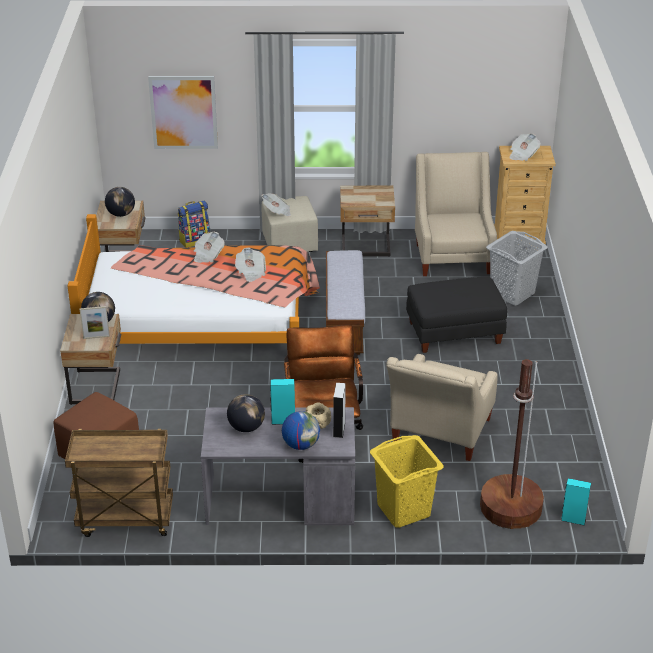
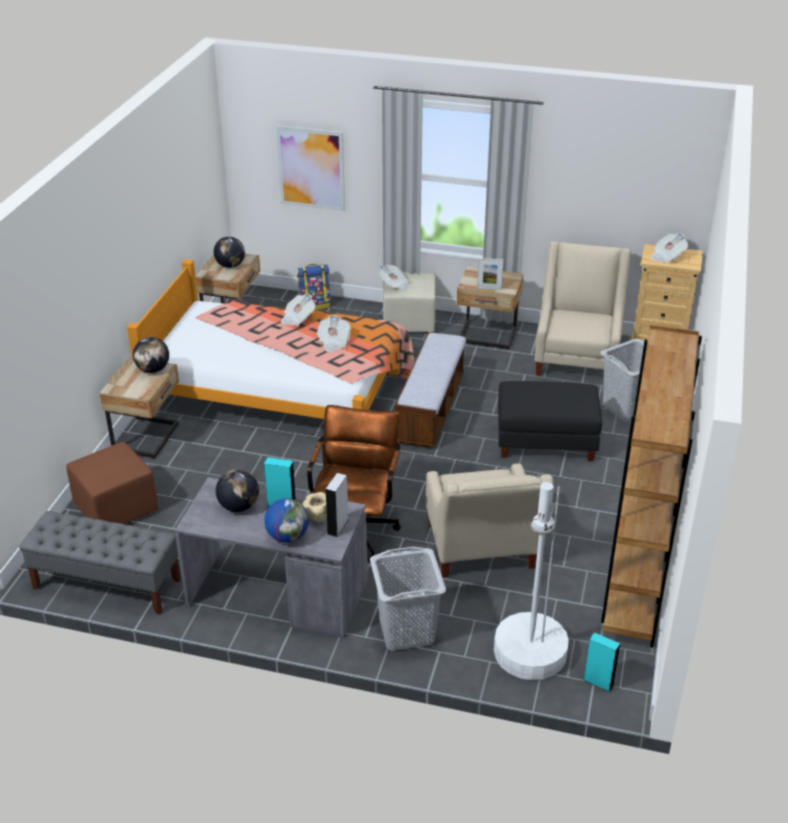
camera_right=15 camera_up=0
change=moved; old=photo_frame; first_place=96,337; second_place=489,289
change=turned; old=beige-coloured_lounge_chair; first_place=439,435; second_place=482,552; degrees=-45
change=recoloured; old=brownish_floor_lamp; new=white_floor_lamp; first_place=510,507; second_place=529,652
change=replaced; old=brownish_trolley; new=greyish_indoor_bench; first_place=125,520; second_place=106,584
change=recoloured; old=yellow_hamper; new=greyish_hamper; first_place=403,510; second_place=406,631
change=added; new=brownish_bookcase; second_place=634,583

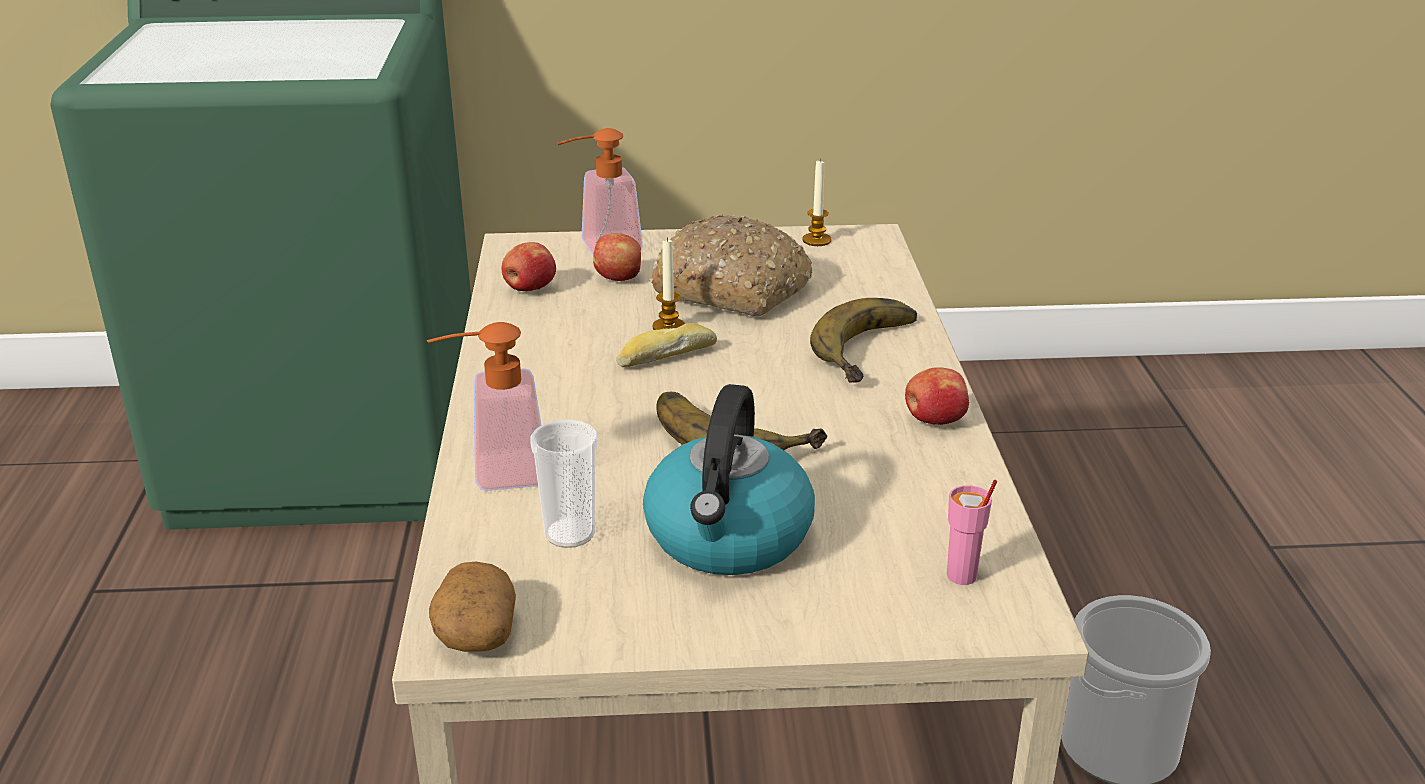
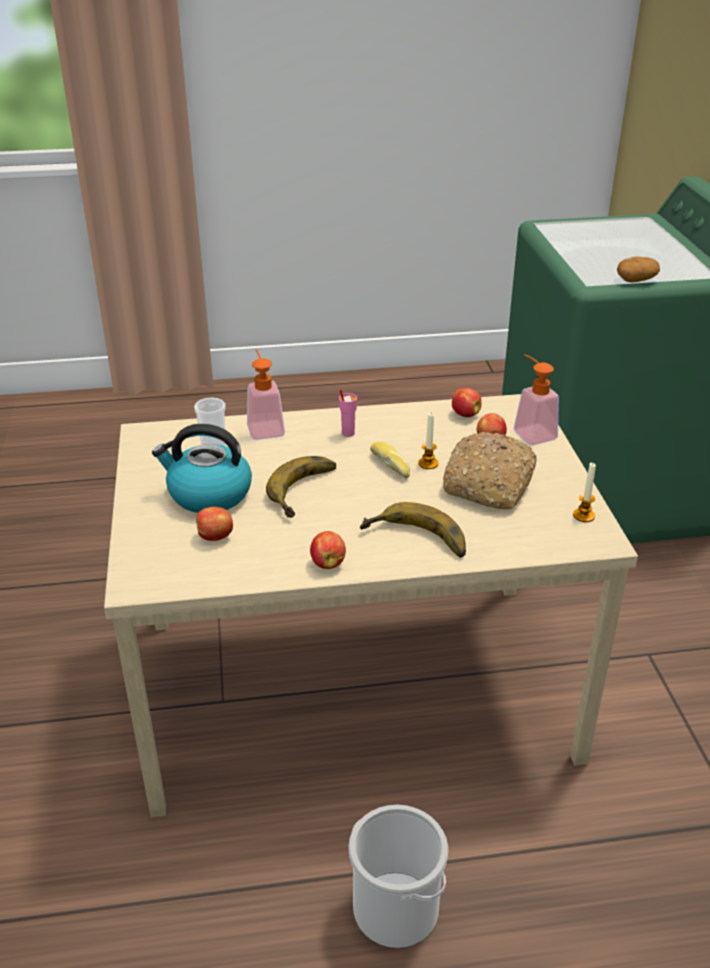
camera_right=85 camera_up=5
change=moved; old=pink-coloured_cup; first_place=962,576; second_place=347,433
change=moved; old=potato; first_place=475,631; second_place=636,280
change=added; new=whole_apple; second_place=216,536

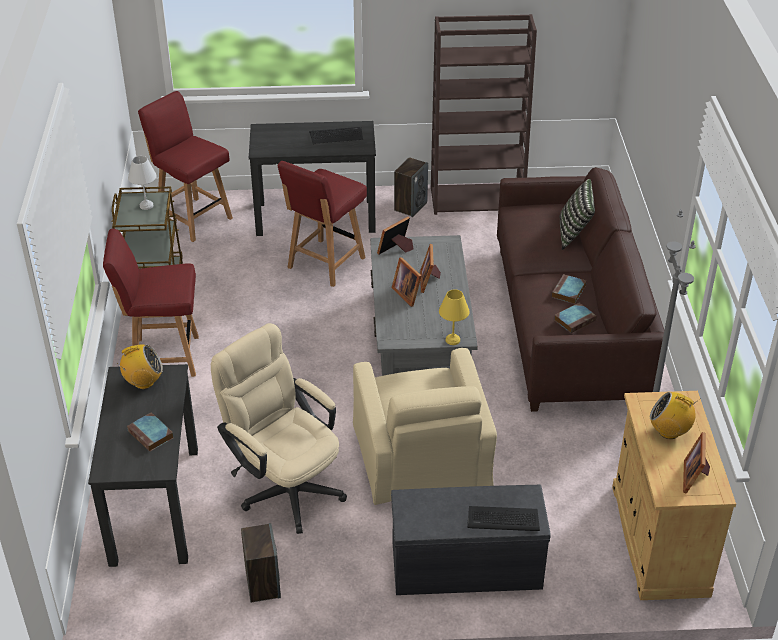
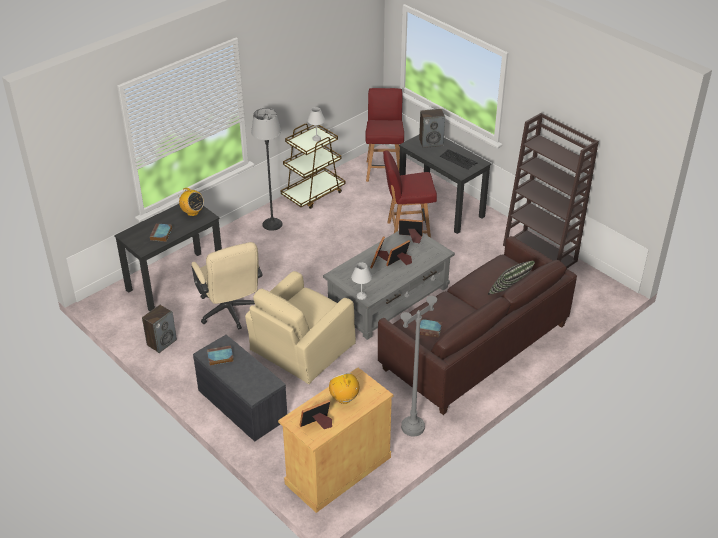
camera_right=50 camera_up=0
change=moved; old=loudspeaker; first_place=410,206; second_place=431,142
change=replaced; old=red-coloured_chair; new=floor_lamp; first_place=163,357; second_place=272,224
change=moved; old=book; first_place=568,292; second_place=219,357
change=recoloured; old=yellow_tabletop_lamp; new=white_tabletop_lamp; first_place=452,340; second_place=361,296
change=turned; old=beige-coloured_computer_chair; first_place=284,486; second_place=230,313; degrees=150
change=removed; old=computer_keyboard; first_place=503,519

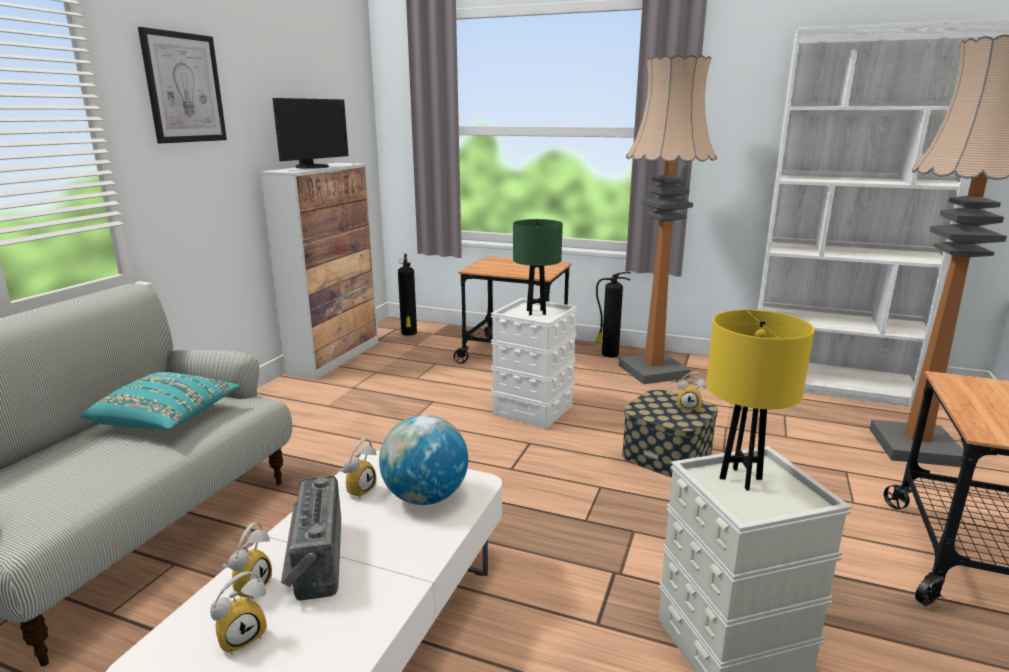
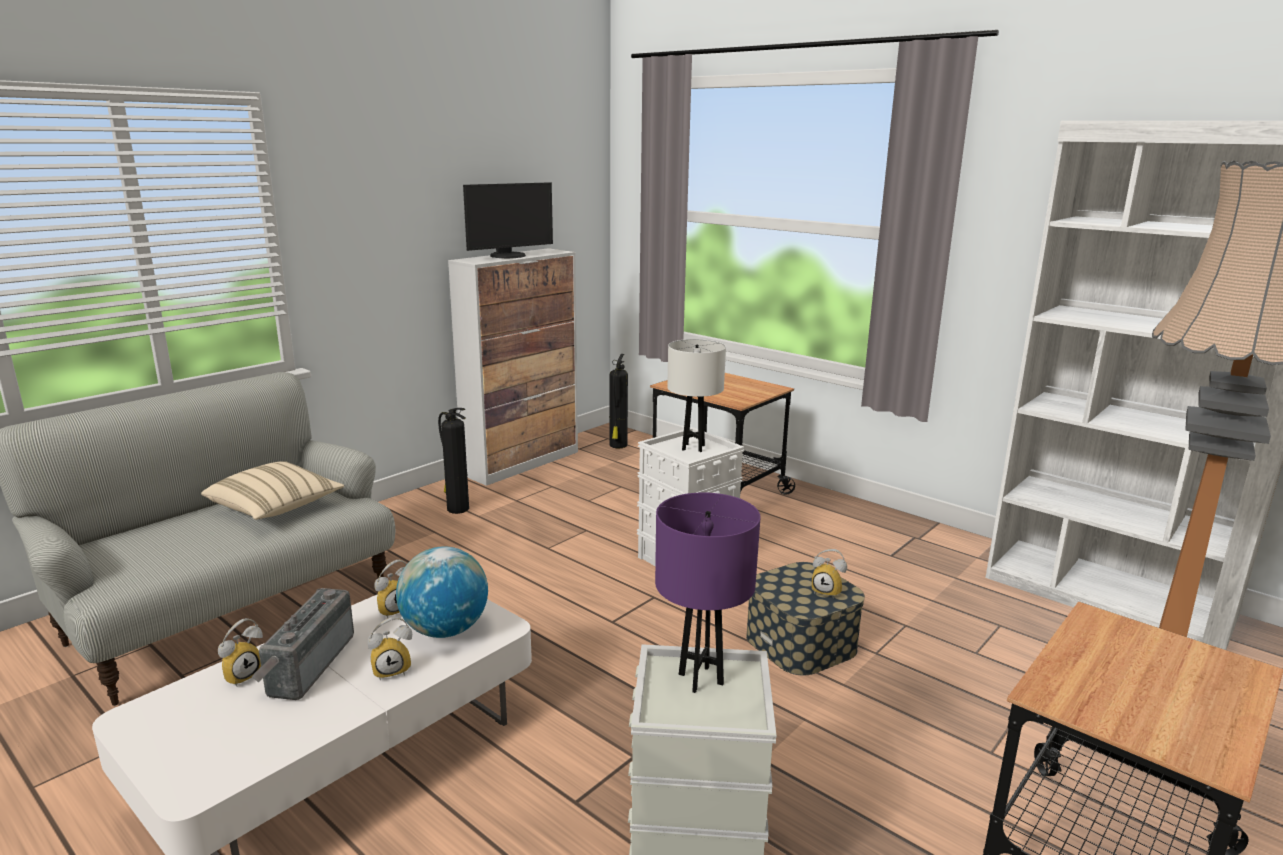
camera_right=20 camera_up=0
change=removed; old=picture; first_place=184,88
change=removed; old=floor_lamp; first_place=653,371
change=recoloured; old=green-coloured_tabletop_lamp; new=white_tabletop_lamp; first_place=536,312; second_place=693,448
change=moved; old=fire_extinguisher; first_place=608,354; second_place=457,508
change=recoloured; old=yellow_tabletop_lamp; new=purple-coloured_tabletop_lamp; first_place=741,478; second_place=701,679
change=recoloured; old=turquoise_cushion; new=beige-coloured_cushion; first_place=167,419; second_place=275,508
change=moved; old=alarm_clock; first_place=242,636; second_place=392,669

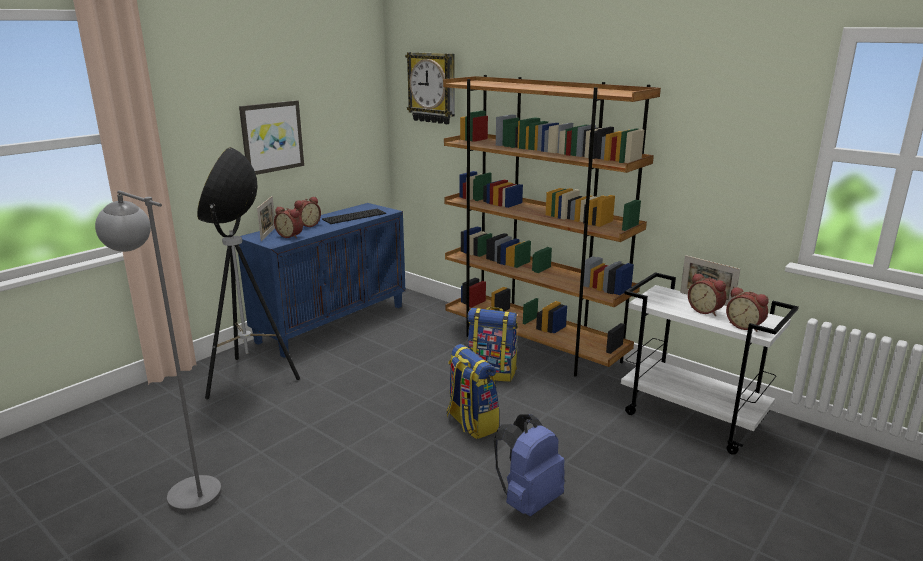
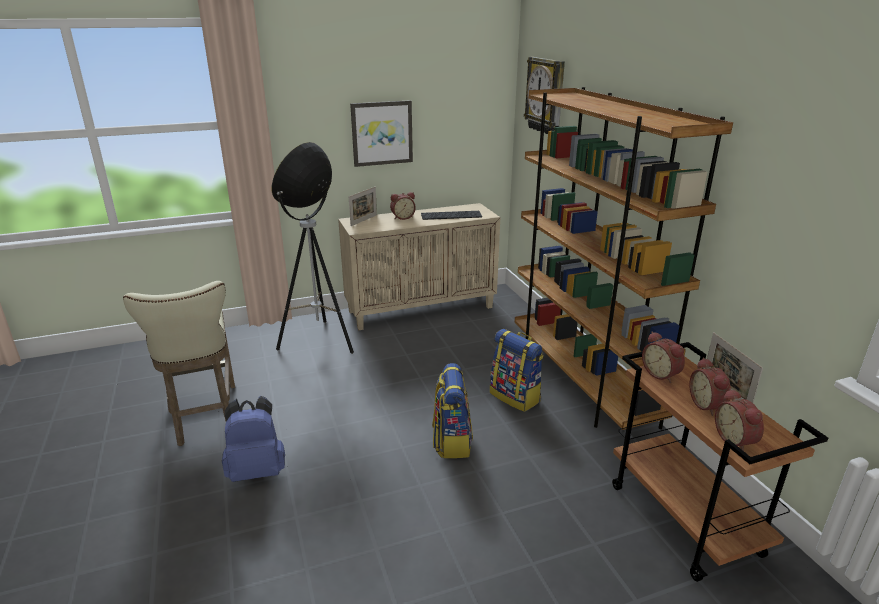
camera_right=30 camera_up=5
change=replaced; old=greyish_floor_lamp; new=beige-coloured_sitting_stool; first_place=184,488; second_place=204,417
change=recoloured; old=bluish_storage_cabinet; new=beige-coloured_storage_cabinet; first_place=332,323; second_place=421,309
change=moved; old=alarm_clock; first_place=290,236; second_place=661,374
change=recoloured; old=white_trolley; new=brownish_trolley; first_place=693,418; second_place=685,520
change=moved; old=bluish_knapsack; first_place=528,500; second_place=257,470

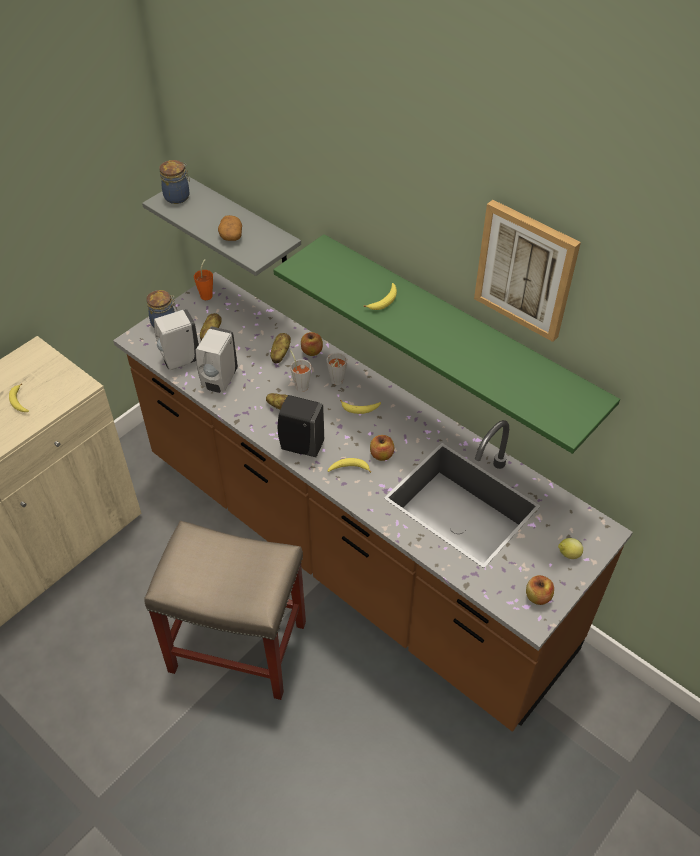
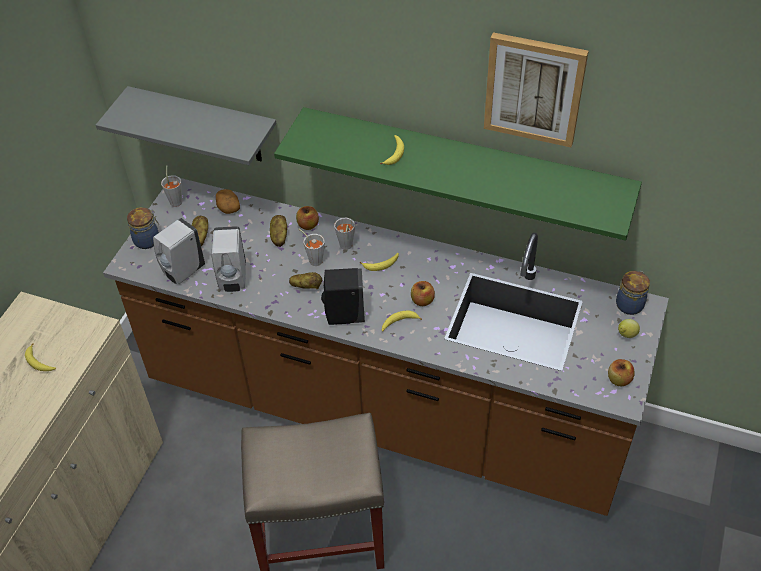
camera_right=-20 camera_up=0
change=moved; old=preserve_jar; first_place=178,196; second_place=630,304
change=moved; old=potato; first_place=231,235; second_place=228,207
change=recoloured; old=orange_cup; new=greyish_cup; first_place=207,294; second_place=176,200

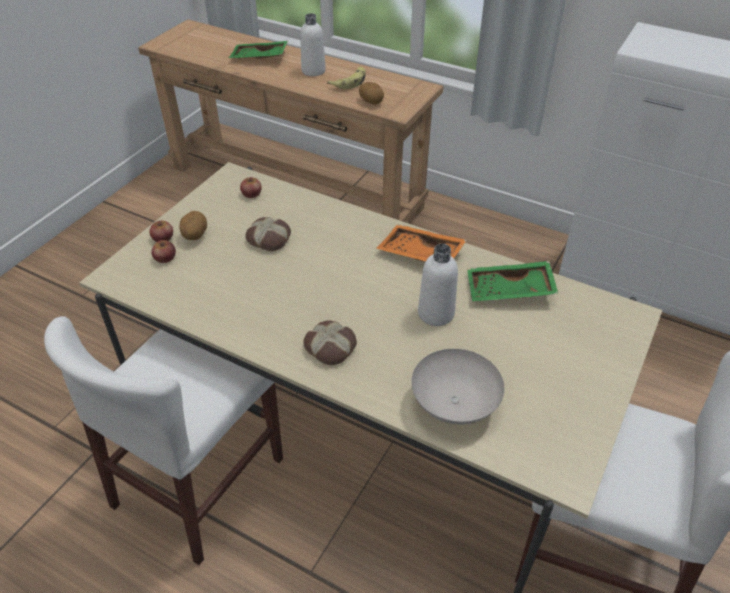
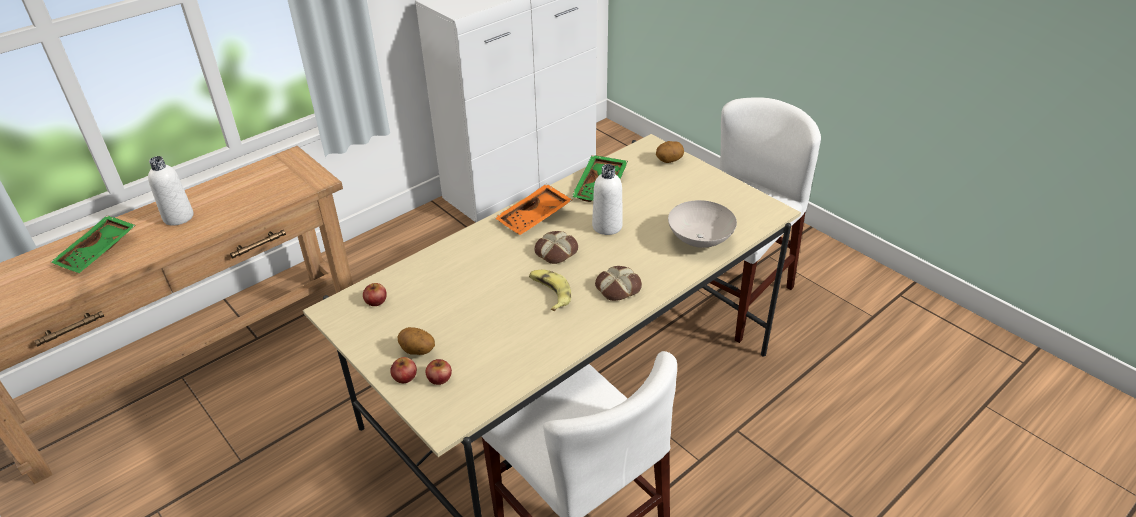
camera_right=-70 camera_up=-5
change=moved; old=banana; first_place=350,82; second_place=549,293
change=moved; old=potato; first_place=371,102; second_place=669,160
change=moved; old=bakery_bread; first_place=269,238; second_place=555,251

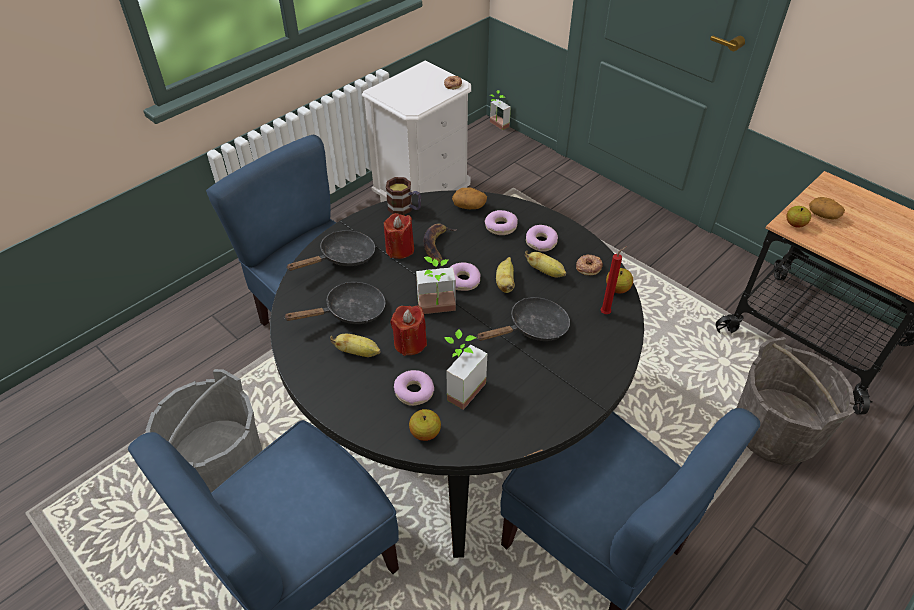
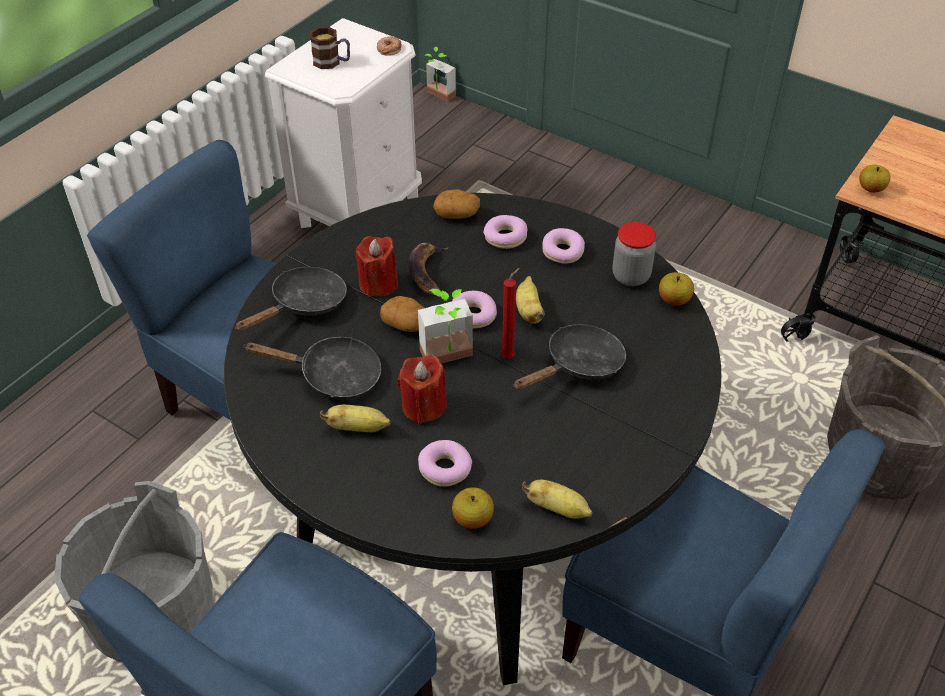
camera_right=-10 camera_up=0
change=moved; old=coffee_mug; first_place=405,209; second_place=332,62
change=moved; old=potato; first_place=823,215; second_place=406,324
change=moved; old=red-coloured_wax_light; first_place=606,313; second_place=509,356
change=moved; old=banana; first_place=546,272; second_place=558,509
change=replaced; old=doughnut; new=preserve_jar; first_place=588,267; second_place=631,276
change=turned; old=black_skillet; first_place=350,312; second_place=332,376; degrees=45
change=removed; old=plant_in_a_pot; first_place=459,387

